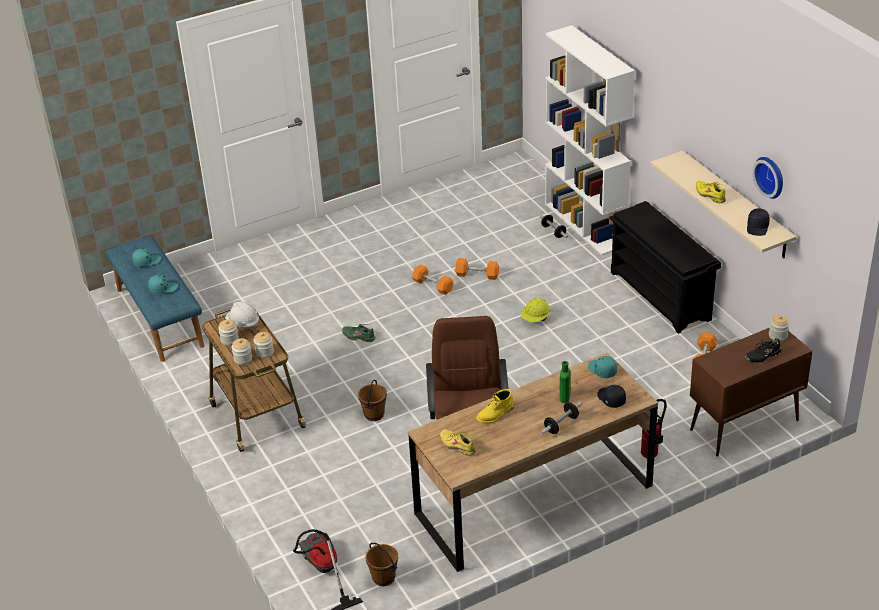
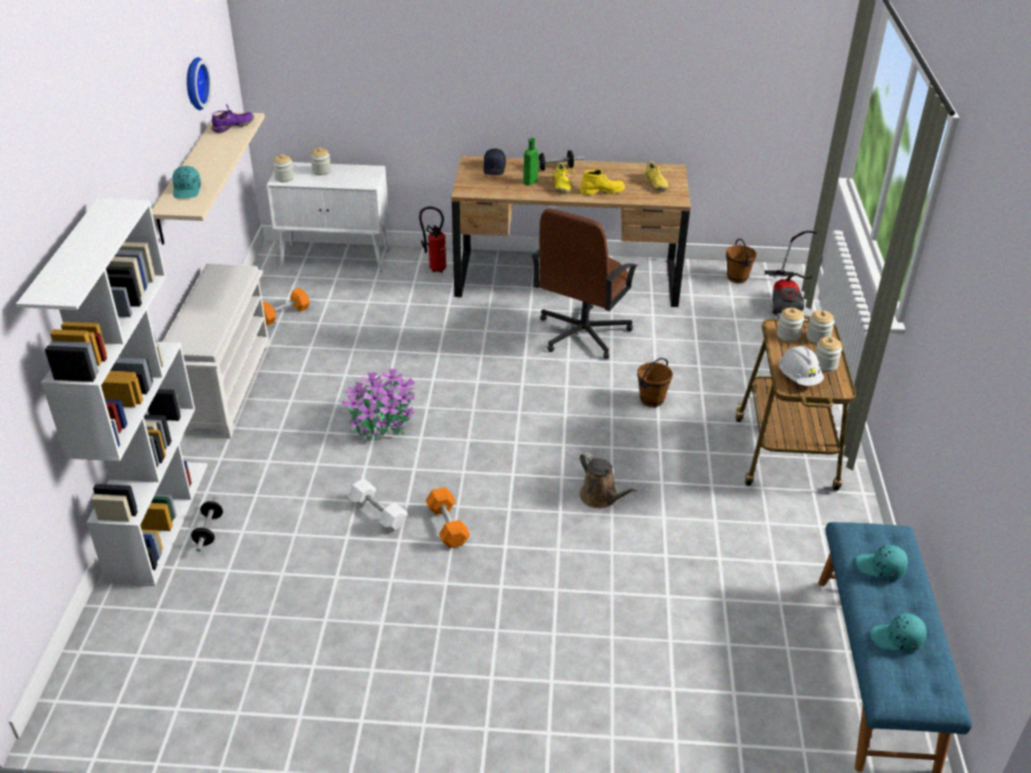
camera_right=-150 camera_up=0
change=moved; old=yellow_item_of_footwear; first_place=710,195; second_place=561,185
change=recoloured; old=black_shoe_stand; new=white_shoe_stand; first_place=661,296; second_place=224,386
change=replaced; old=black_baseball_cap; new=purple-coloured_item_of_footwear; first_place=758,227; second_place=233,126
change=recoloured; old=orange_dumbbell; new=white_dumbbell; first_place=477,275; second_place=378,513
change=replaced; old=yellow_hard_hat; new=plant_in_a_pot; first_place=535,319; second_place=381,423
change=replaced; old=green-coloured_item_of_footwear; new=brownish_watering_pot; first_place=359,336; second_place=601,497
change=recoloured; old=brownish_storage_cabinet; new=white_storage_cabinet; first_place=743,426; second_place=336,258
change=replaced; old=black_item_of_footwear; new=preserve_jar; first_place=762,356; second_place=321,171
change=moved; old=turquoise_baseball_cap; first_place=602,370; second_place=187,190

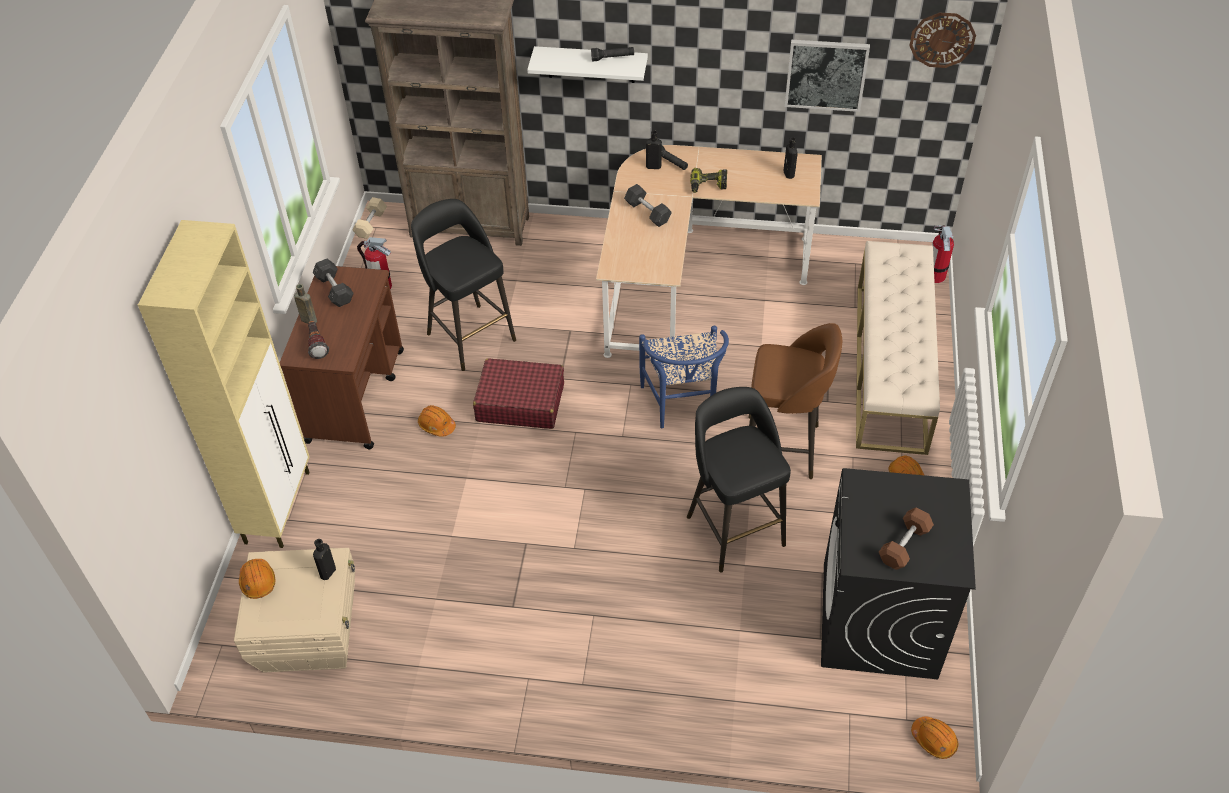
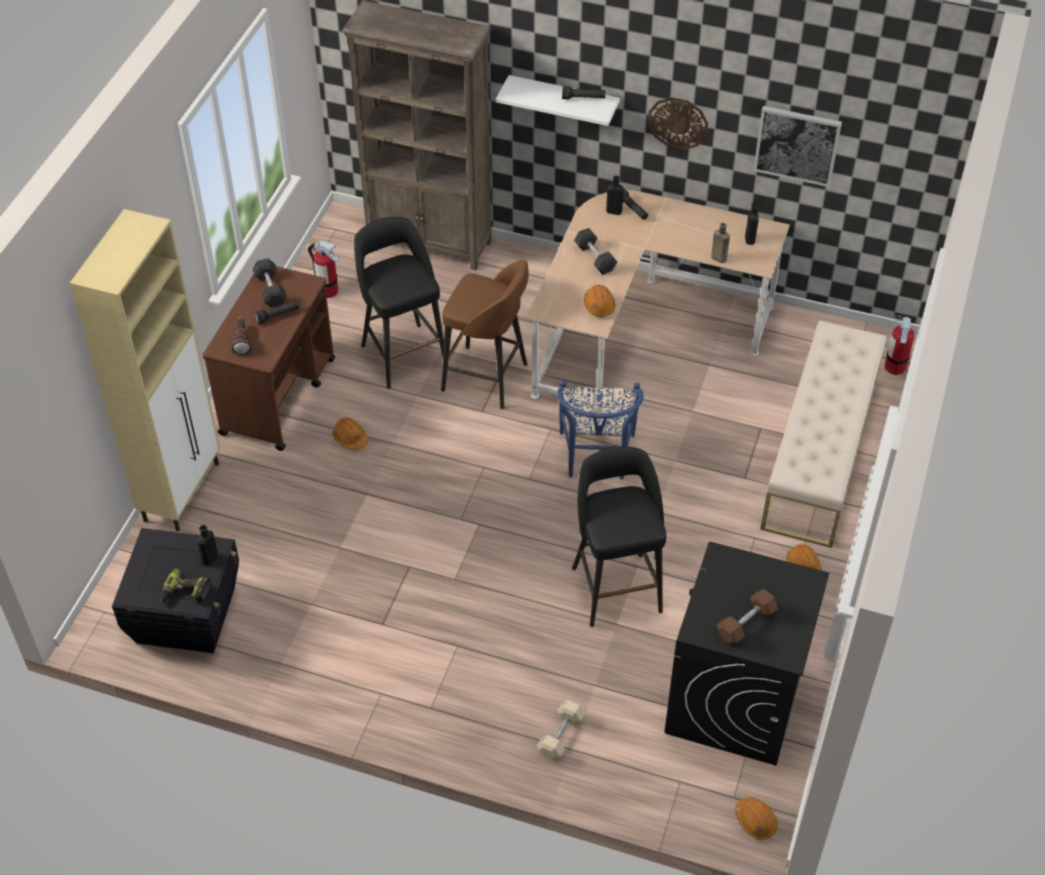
camera_right=10 camera_up=0
change=moved; old=hanging_clock; first_place=942,39; second_place=678,123
change=moved; old=power_drill; first_place=708,186; second_place=185,593
change=moved; old=beige-coloured_dumbbell; first_place=371,224; second_place=560,735
change=moved; old=brownish_drink_bottle; first_place=308,319; second_place=717,258
change=moved; old=brownish_sitting_stool; first_place=783,448; second_place=487,378
change=removed; old=red-coloured_suitcase; first_place=520,402
change=recoloured; old=beige-coloured_storage_box; new=black_storage_box; first_place=309,632; second_place=187,614
change=moved; old=orange_hard_hat; first_place=258,582; second_place=599,305
change=added; new=black_flashlight; second_place=278,315

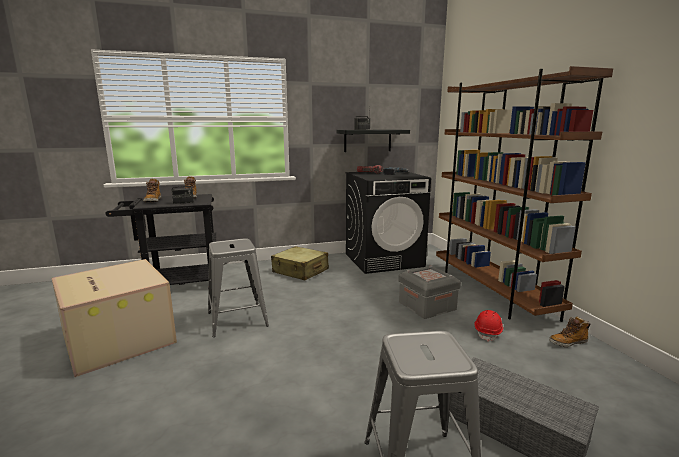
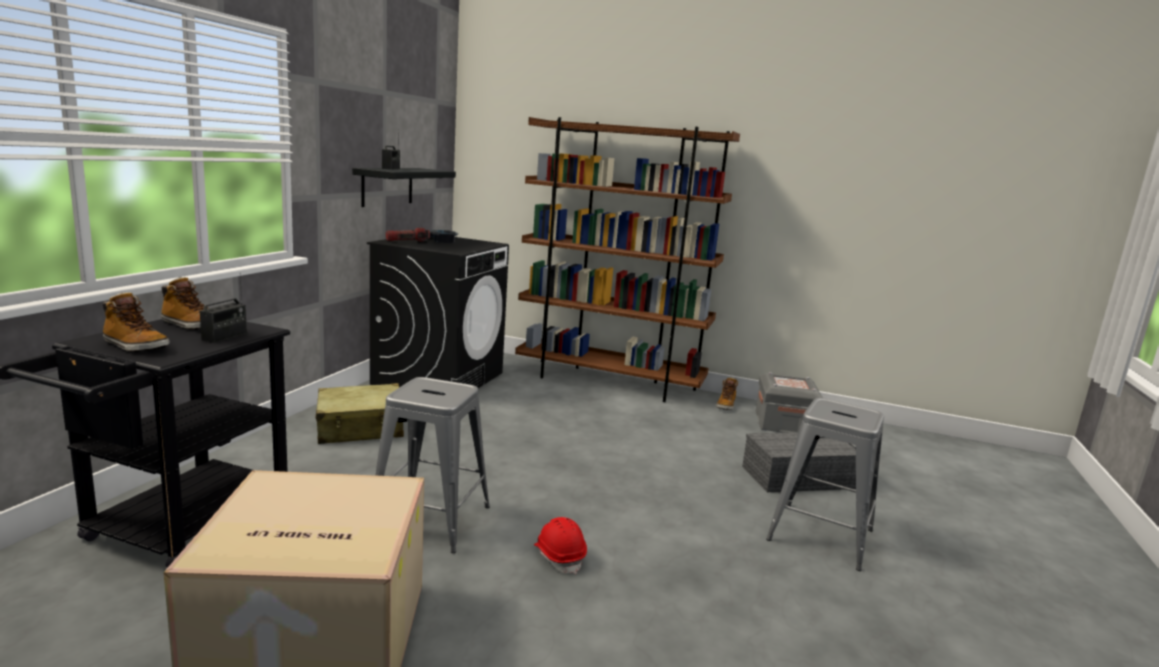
camera_right=-55 camera_up=0
change=moved; old=greyish_storage_box; first_place=427,306; second_place=784,423
change=moved; old=red-coloured_hard_hat; first_place=488,332; second_place=559,556

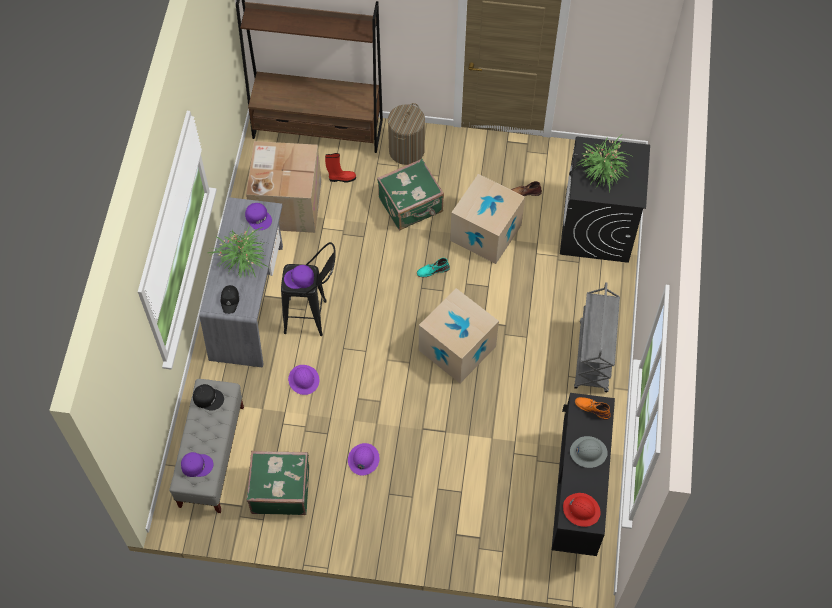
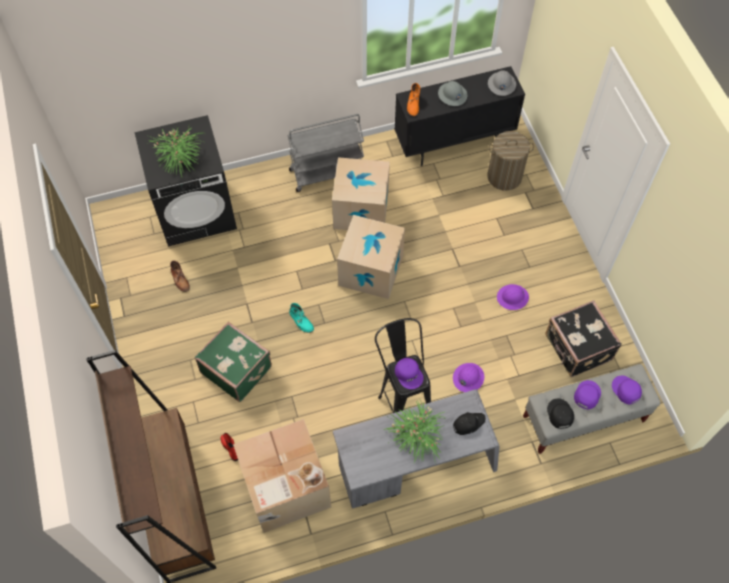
camera_right=-115 camera_up=0
change=moved; old=hamper; first_place=406,150; second_place=504,176
change=moved; old=cardboard_box; first_place=485,233; second_place=361,210
change=moved; old=purple-coloured_baseball_cap; first_place=259,217; second_place=586,395
change=recoloured; old=green-coloured_suitcase; new=black_suitcase; first_place=280,489; second_place=577,348
change=recoloured; old=red-coloured_hard_hat; new=greyish_hard_hat; first_place=581,510; second_place=501,84

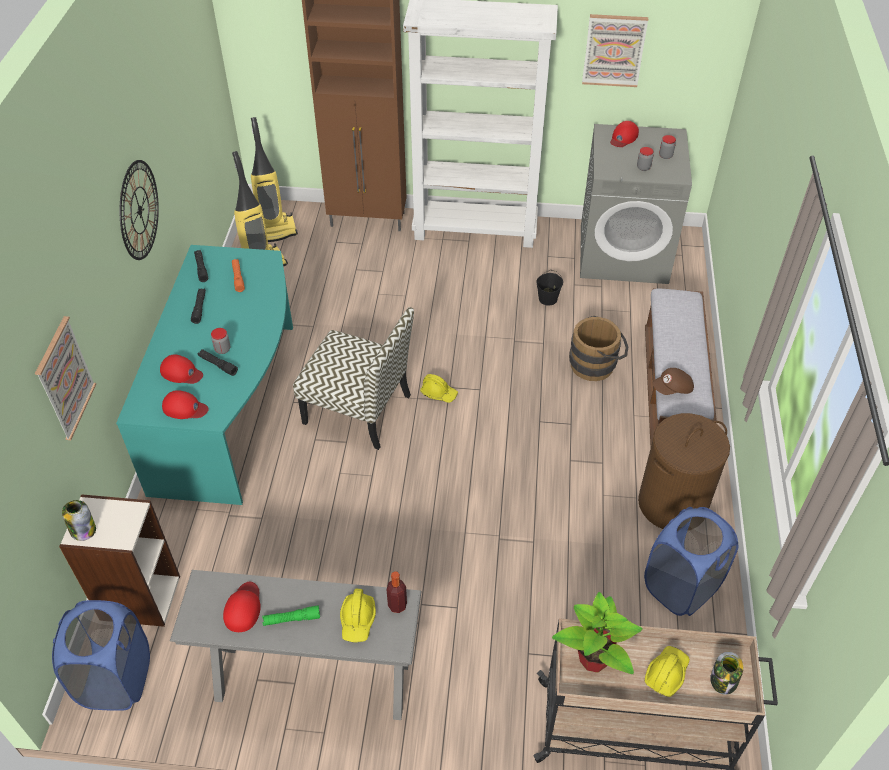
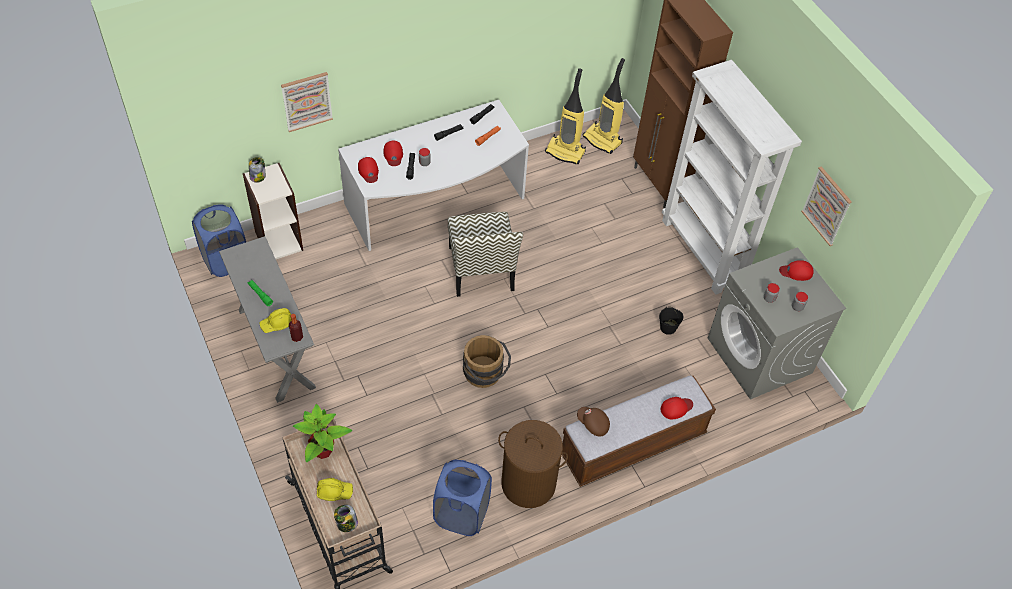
camera_right=55 camera_up=5
change=removed; old=hanging_clock; first_place=139,210
change=recoloured; old=turquoise_desk_table; new=white_desk_table; first_place=232,406; second_place=436,205
change=moved; old=brownish_pail; first_place=596,364; second_place=485,375
change=removed; old=yellow_hard_hat; first_place=439,393
change=moved; old=red-coloured_baseball_cap; first_place=243,608; second_place=676,408

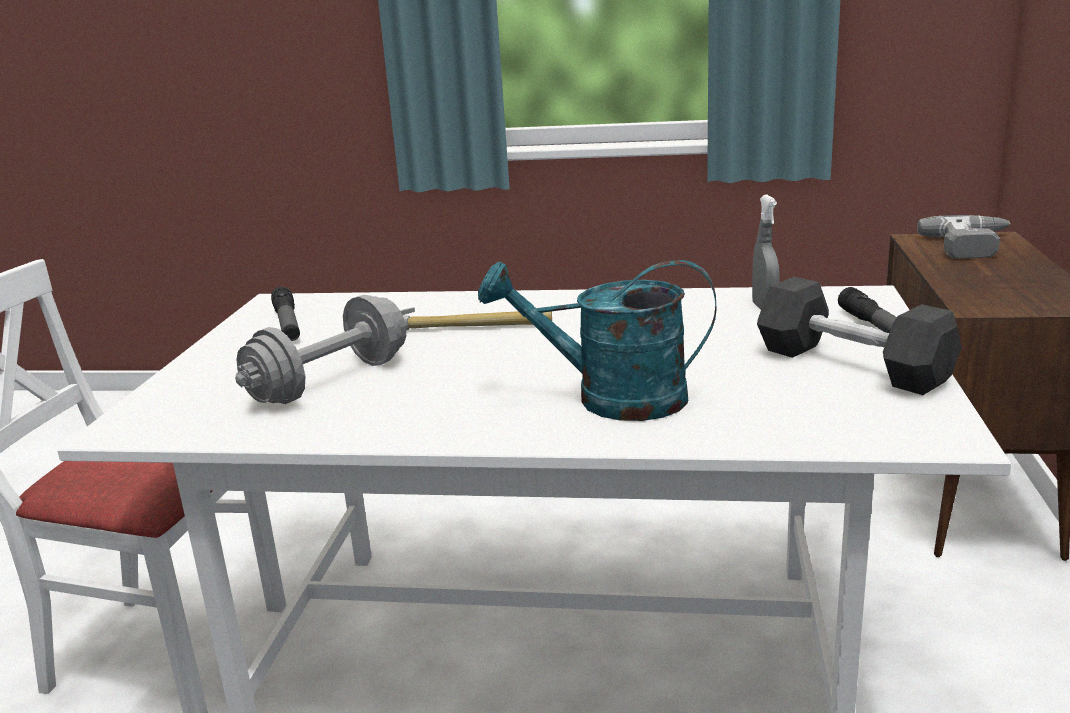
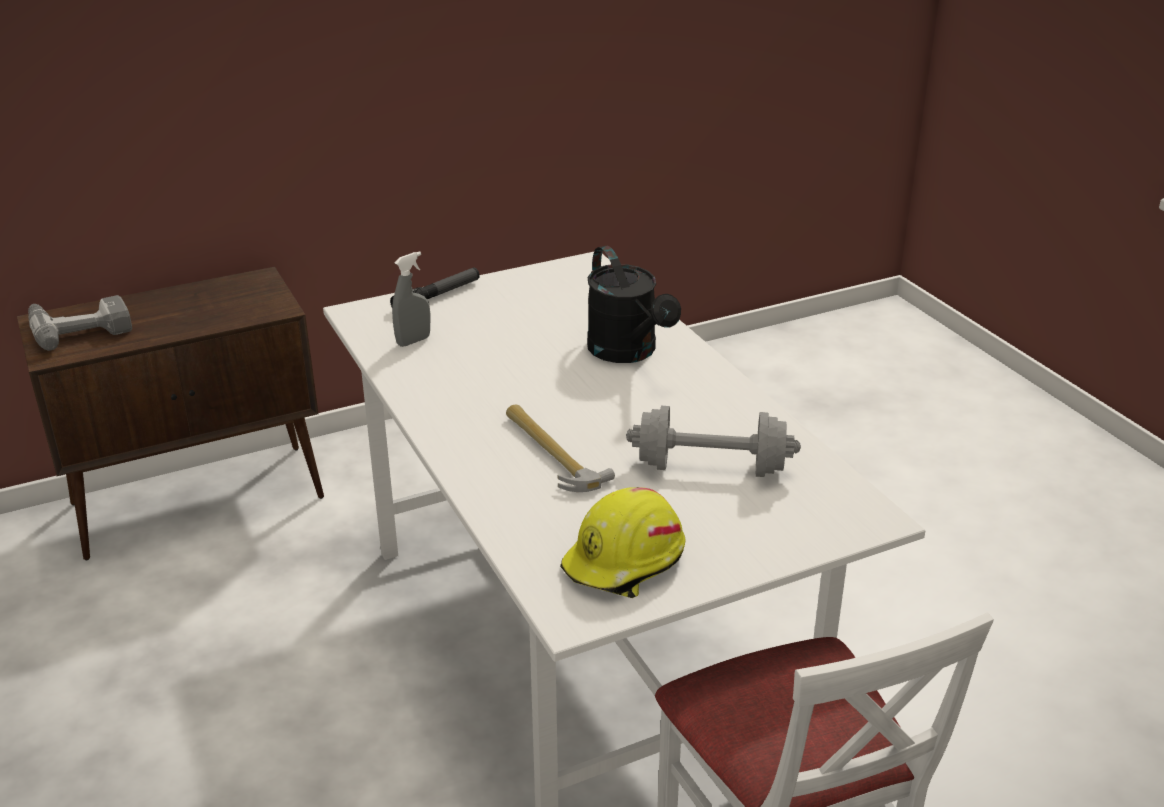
camera_right=-125 camera_up=10
change=recoloured; old=turquoise_watering_pot; new=black_watering_pot; first_place=611,399; second_place=628,352
change=removed; old=black_dumbbell; first_place=852,365
change=replaced; old=flashlight; new=yellow_hard_hat; first_place=288,324; second_place=625,562

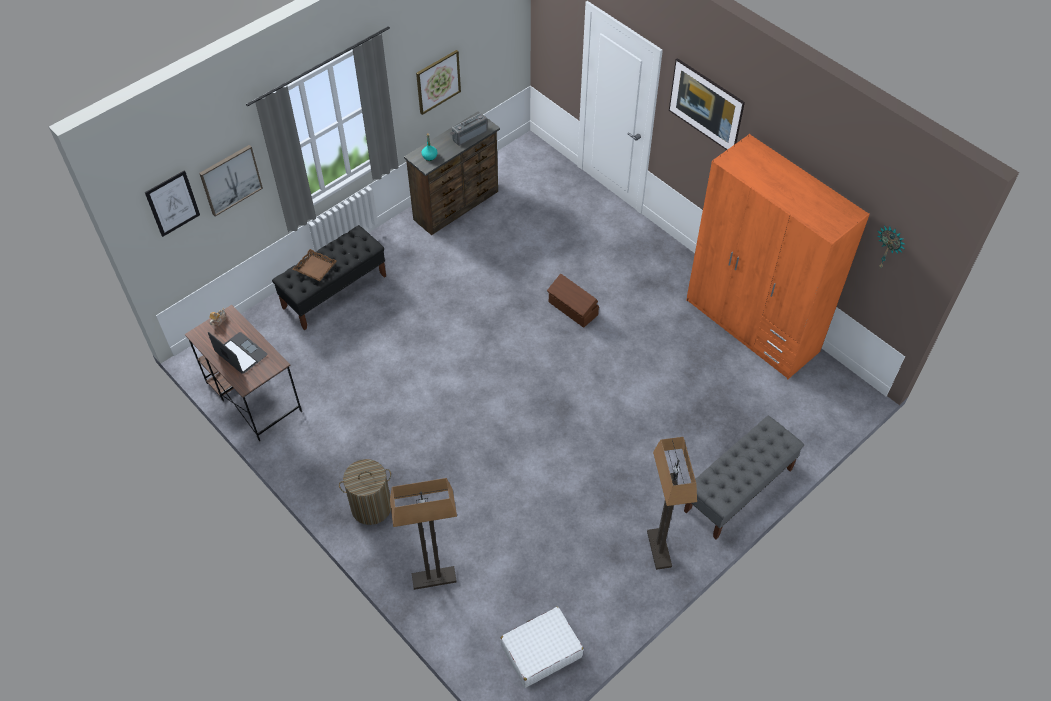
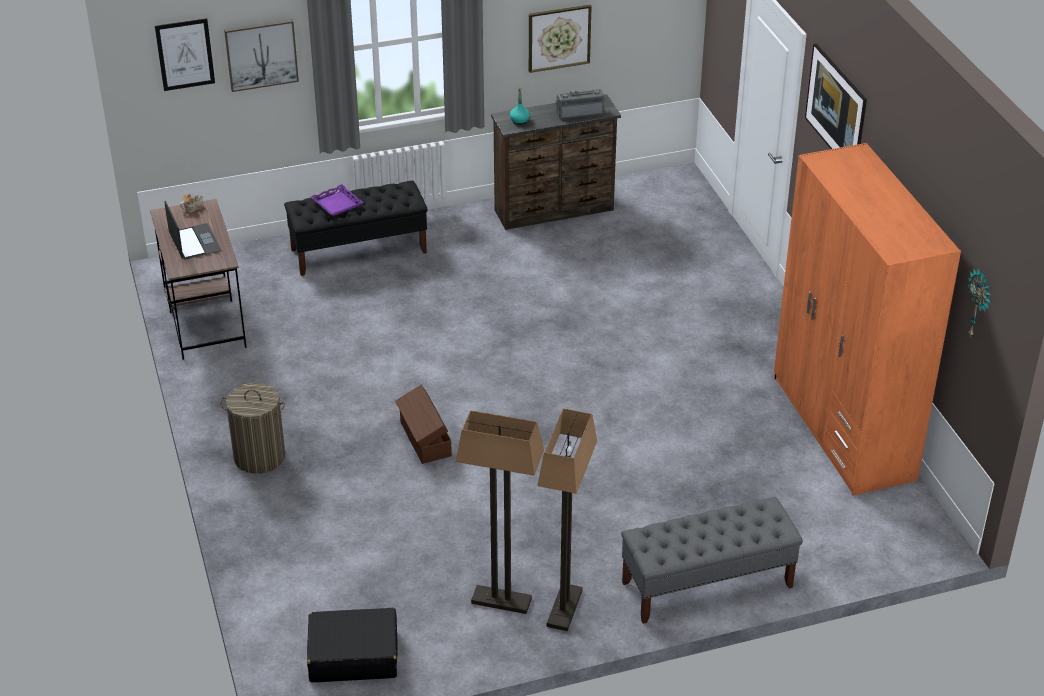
camera_right=25 camera_up=-15
change=recoloured; old=brownish_tray; new=purple-coloured_tray; first_place=315,268; second_place=336,204
change=moved; old=brownish_storage_box; first_place=573,309; second_place=424,440
change=moved; old=floor_lamp; first_place=433,579; second_place=500,601
change=recoloured; old=white_suitcase; new=black_suitcase; first_place=540,651; second_place=353,655

